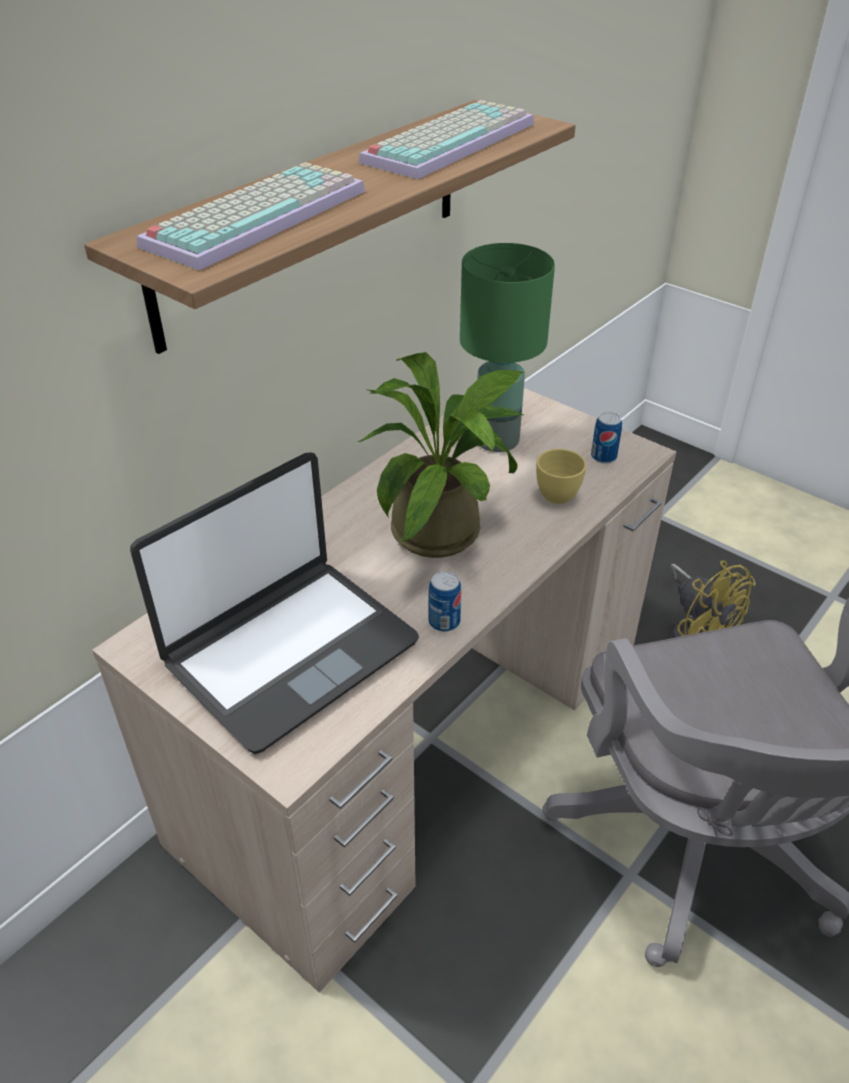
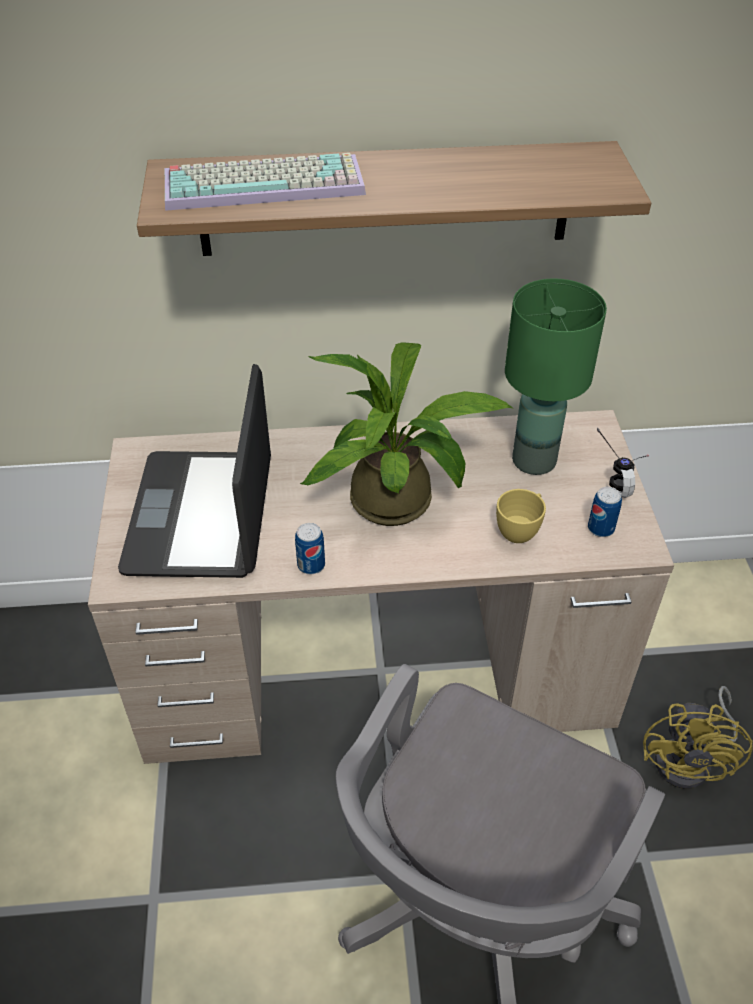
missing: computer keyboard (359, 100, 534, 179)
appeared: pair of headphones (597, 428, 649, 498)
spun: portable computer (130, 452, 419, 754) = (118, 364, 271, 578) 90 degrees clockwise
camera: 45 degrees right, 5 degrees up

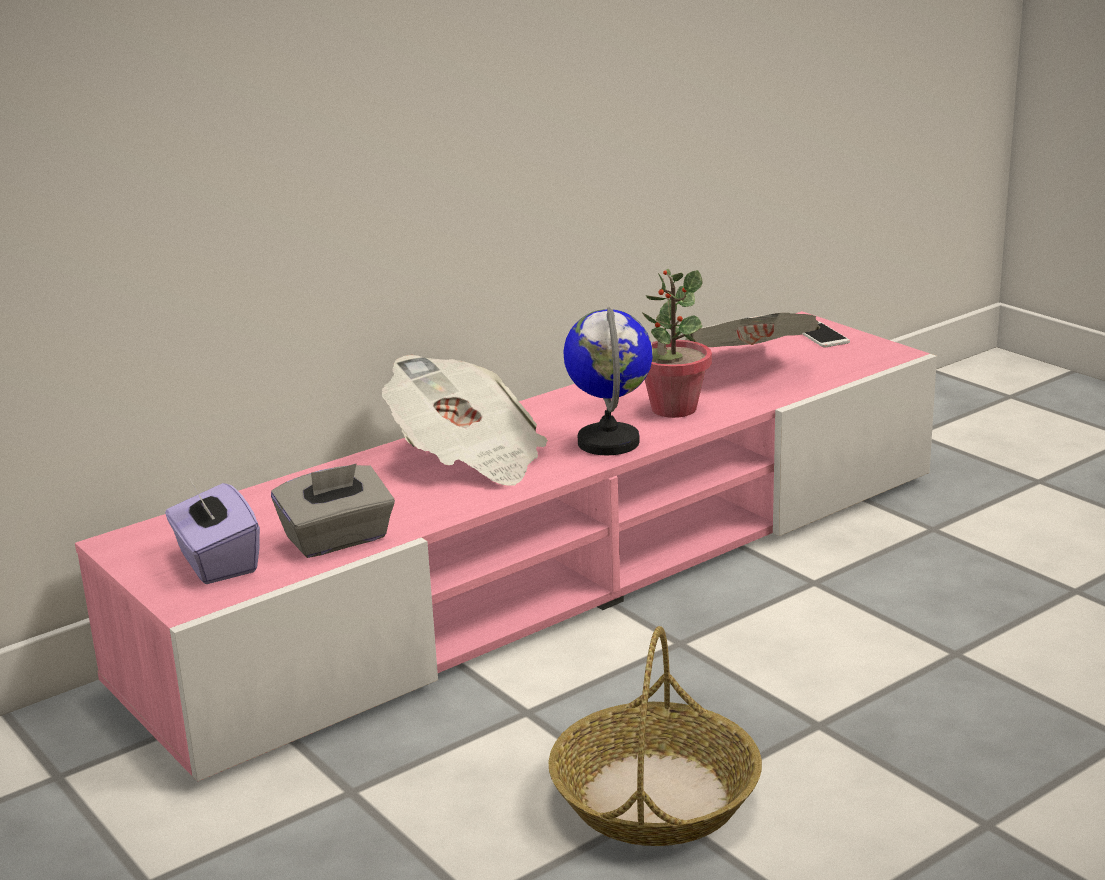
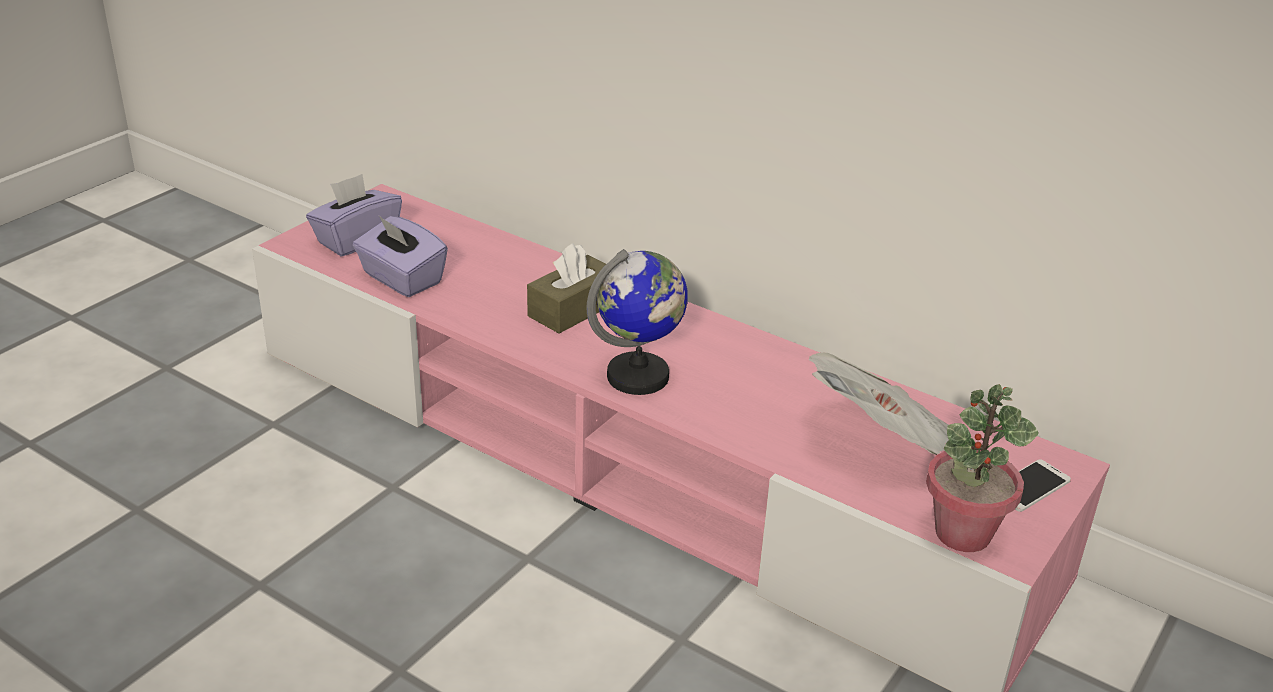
missing: household basket (548, 626, 762, 846)
relocated: potted plant (642, 269, 712, 418) to (926, 384, 1038, 552)
exchanged: printed paper (382, 355, 548, 486) to tissue box/brown-coloured (527, 243, 606, 334)
colour: tissue box/gray (271, 463, 395, 558) to tissue box/purple-coloured (353, 216, 448, 297)
camera: 70 degrees right, 10 degrees up

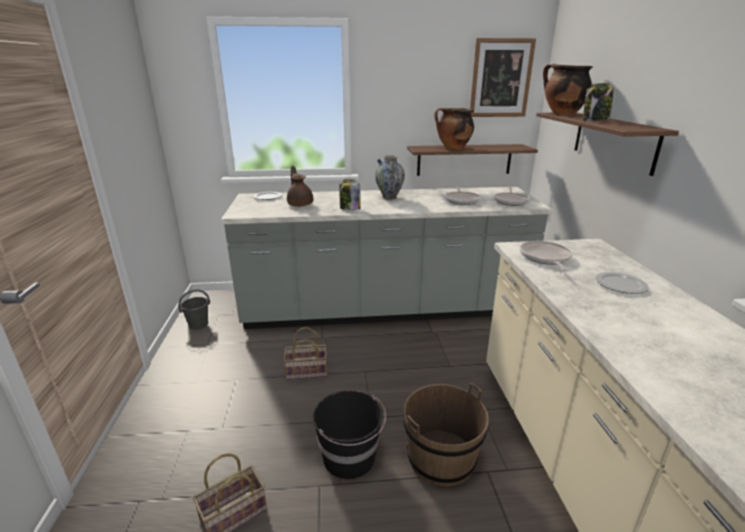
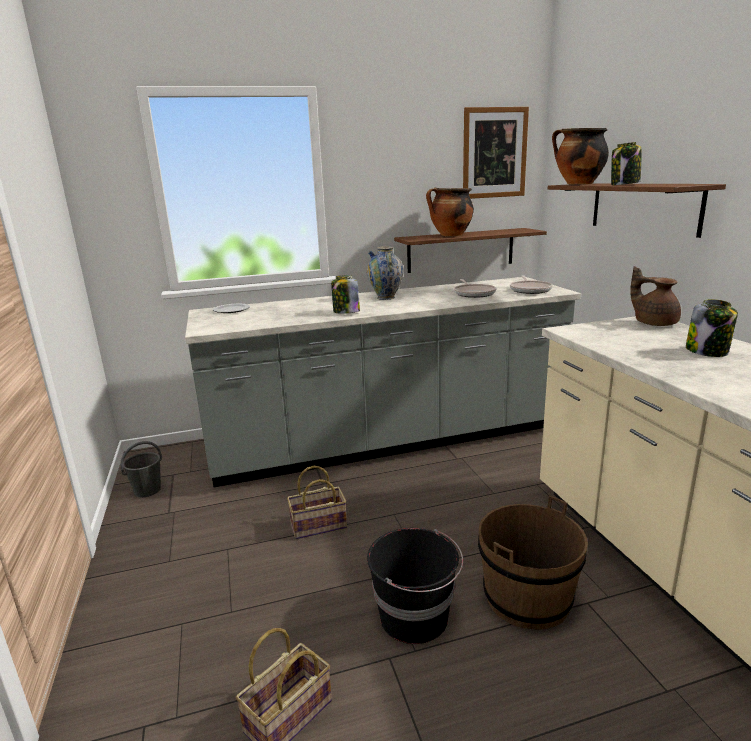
missing: pan (520, 241, 573, 270)
relocated: pot for tea/brown-coloured (287, 166, 313, 207) to (630, 266, 681, 326)
exchanged: dinner plate (595, 272, 649, 294) to jar (686, 299, 738, 357)
camera: 10 degrees left, 5 degrees down

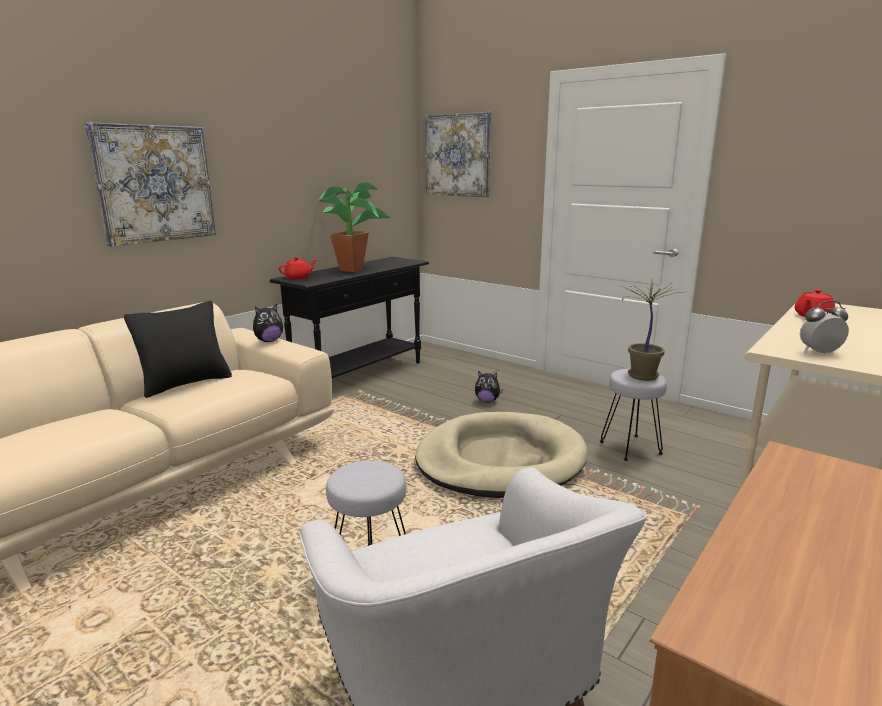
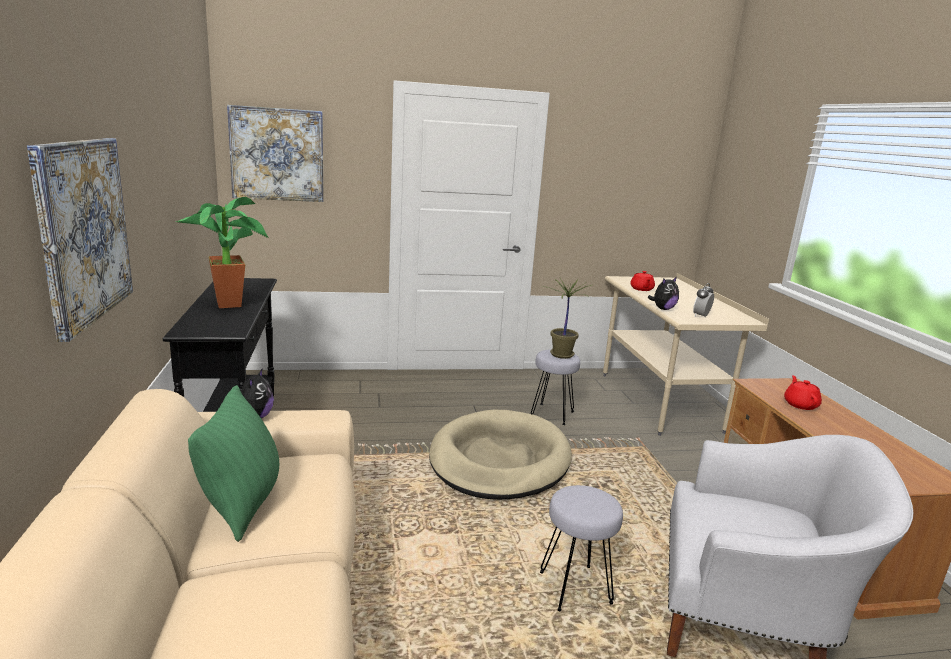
relocated: pot for tea/red (278, 257, 317, 279) to (784, 375, 822, 410); soft toy (475, 371, 503, 402) to (648, 277, 679, 310)
colour: cushion/blackish (124, 301, 232, 398) to cushion/green-coloured (188, 385, 279, 542)
camera: 50 degrees left, 0 degrees up

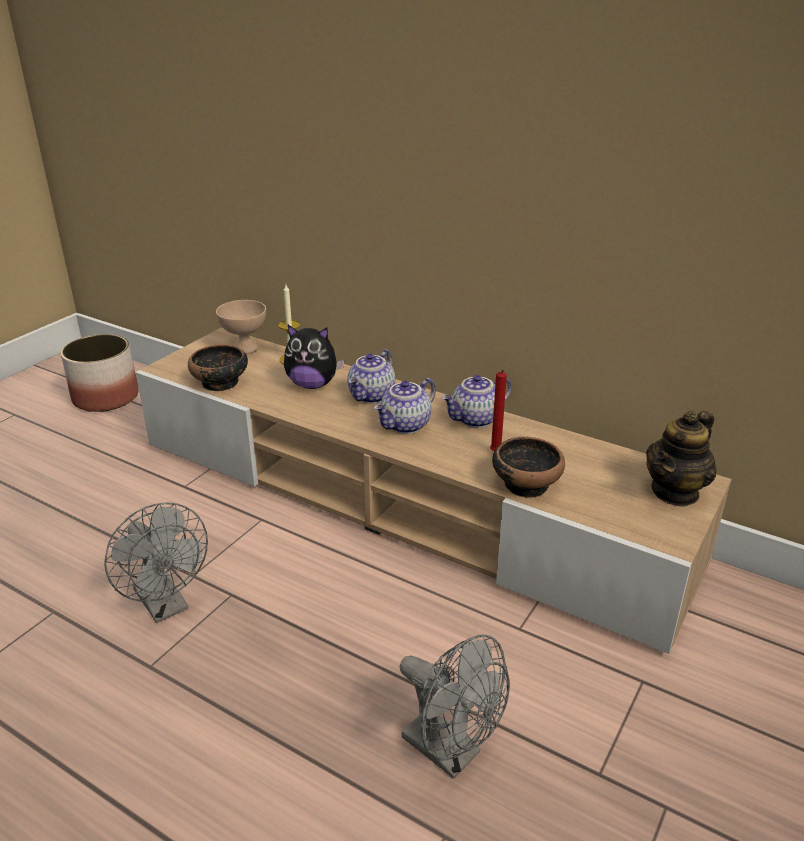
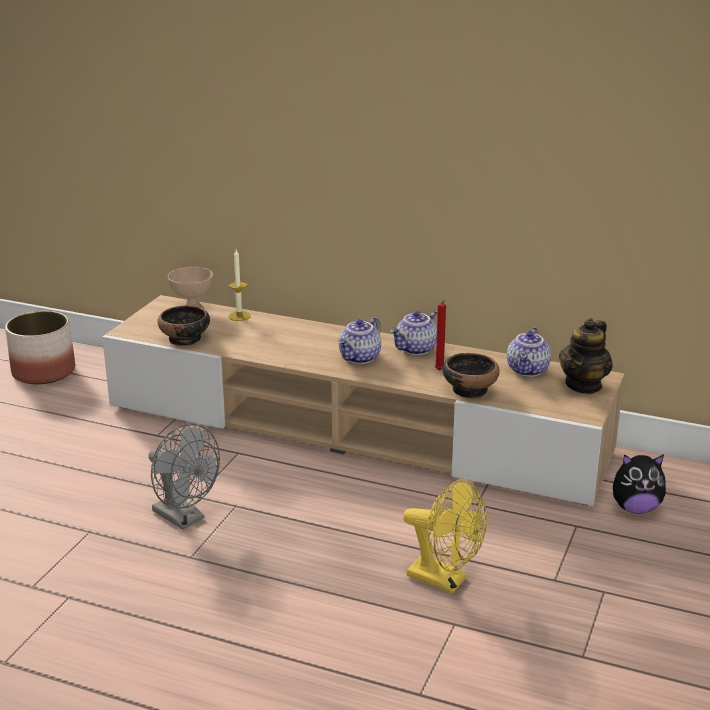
relocated: soft toy (284, 325, 345, 389) to (613, 454, 666, 514); pot for tea (347, 349, 395, 404) to (507, 327, 551, 377)
colour: electric fan/gray (399, 634, 510, 779) to electric fan/yellow (403, 479, 487, 593)
camera: 10 degrees left, 5 degrees down

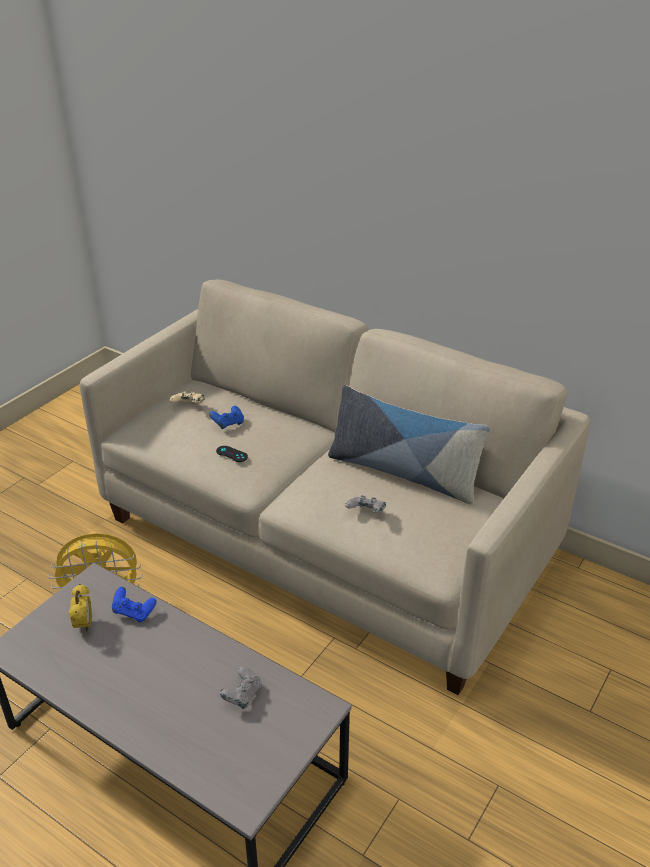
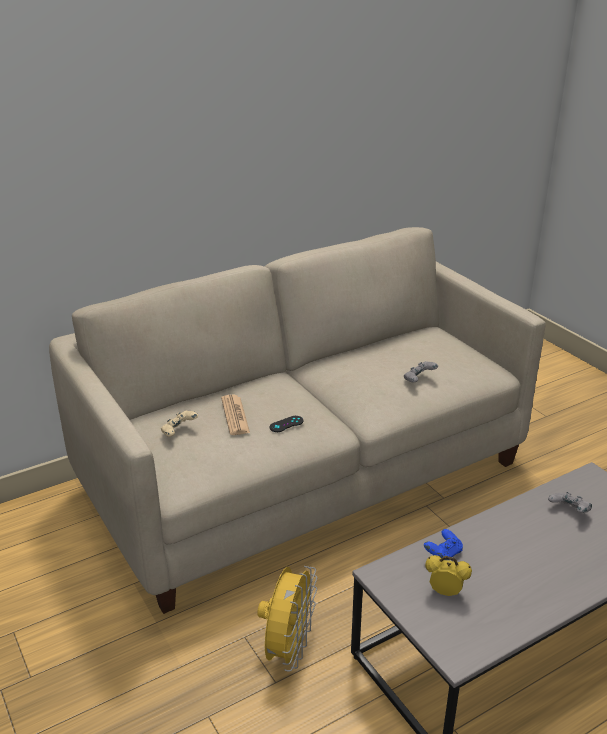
missing: cushion (328, 385, 490, 504)
exchanged: joypad/blue-coloured (209, 406, 244, 429) to printed paper (221, 395, 250, 435)
camera: 65 degrees left, 5 degrees down

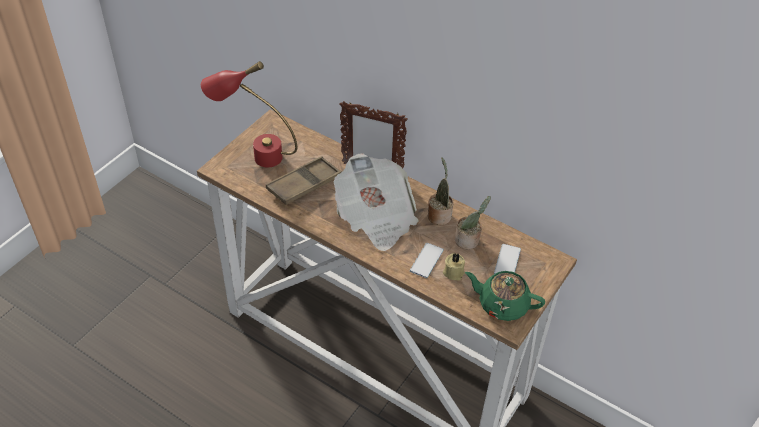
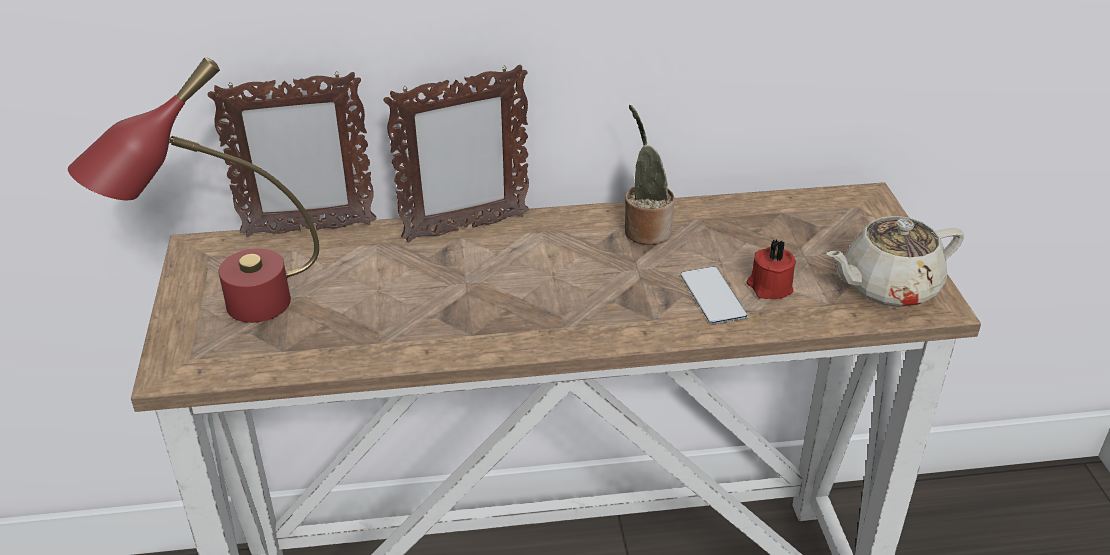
missing: printed paper (334, 153, 419, 251); carrying tray/brown-coloured (266, 156, 342, 205); potted plant (455, 196, 491, 250); phone (494, 244, 521, 274)
appeared: photo frame (208, 71, 376, 237)
colour: wax light/beige-coloured (443, 253, 465, 280) to wax light/red (746, 239, 796, 299); pot for tea/green-coloured (465, 271, 545, 321) to pot for tea/beige-coloured (826, 216, 964, 308)
camera: 40 degrees left, 10 degrees down

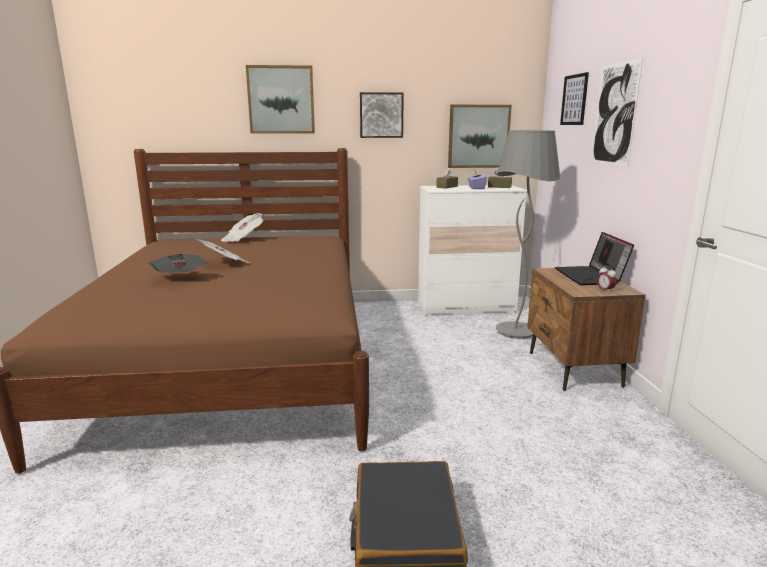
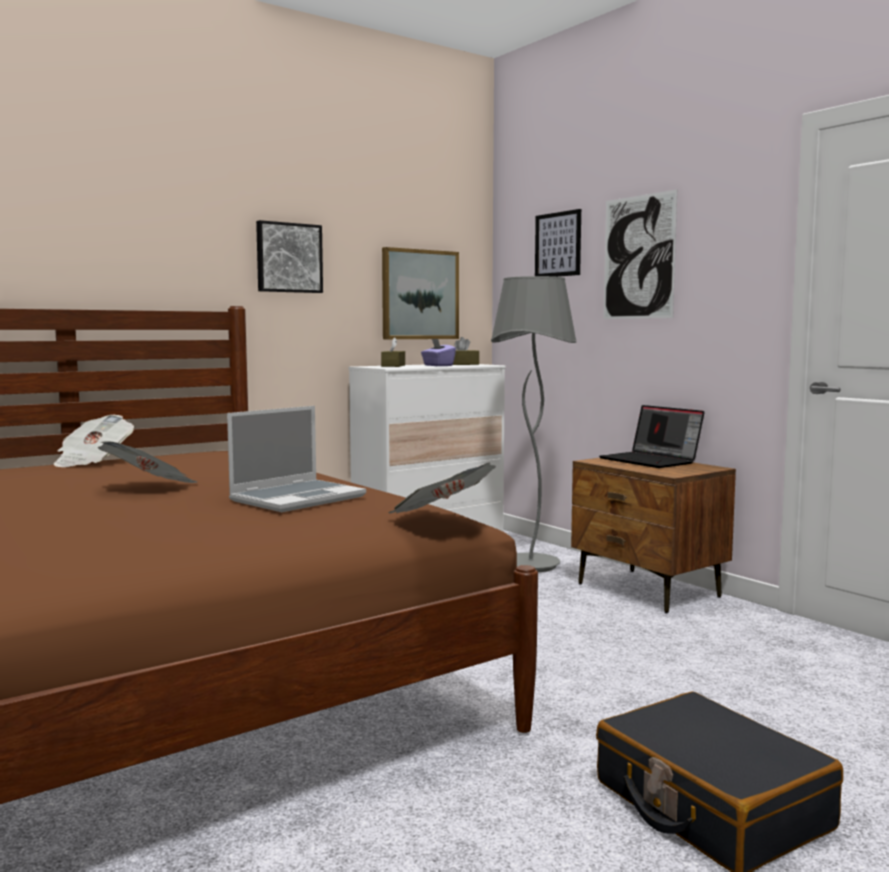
missing: picture (246, 65, 315, 134); bedside clock (597, 266, 617, 293)
appeared: portable computer (227, 406, 366, 512)
relocated: printed paper (148, 254, 207, 273) to (388, 463, 496, 514)
camera: 30 degrees left, 10 degrees down

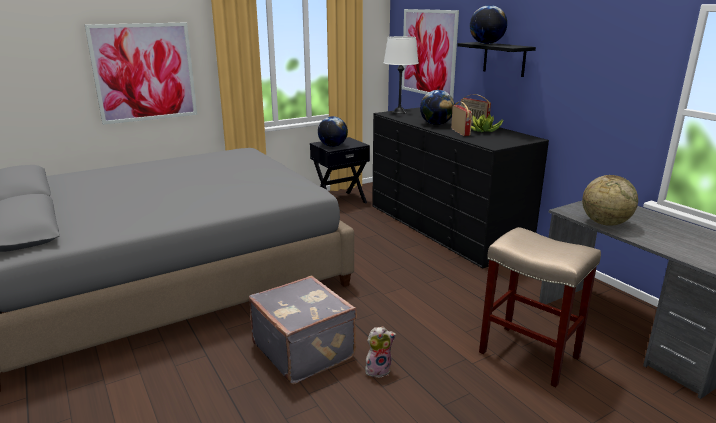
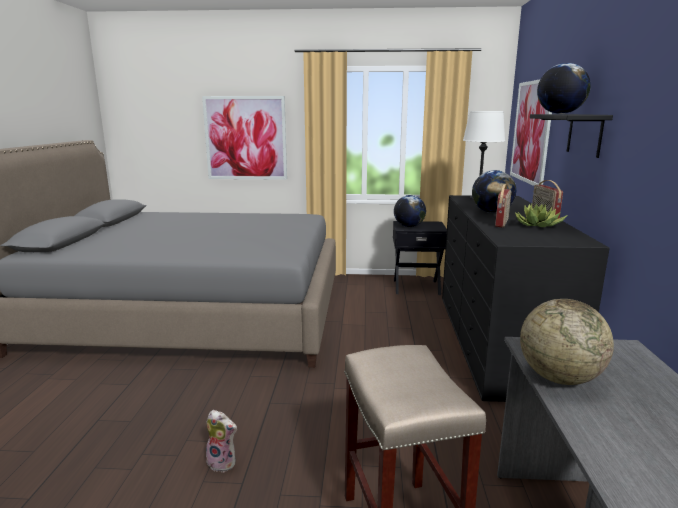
missing: travel case/gray (249, 276, 357, 384)
camera: 35 degrees right, 5 degrees down

